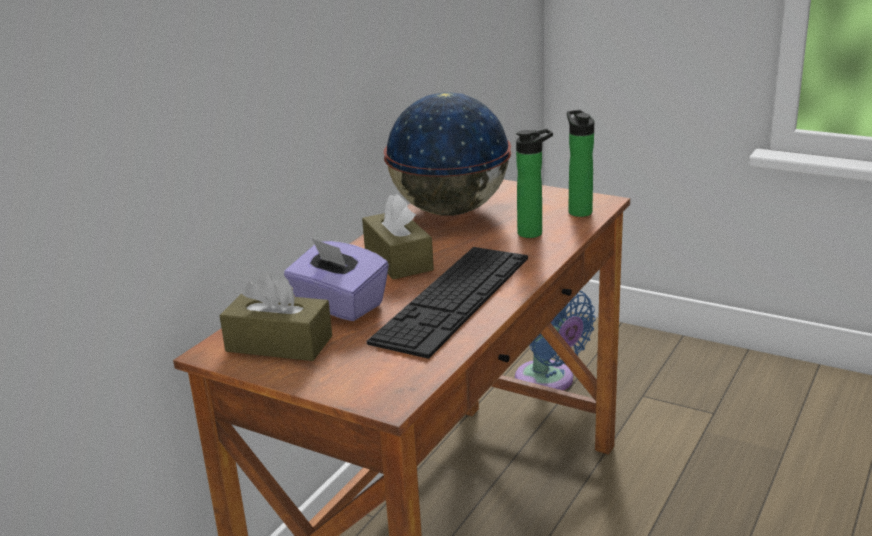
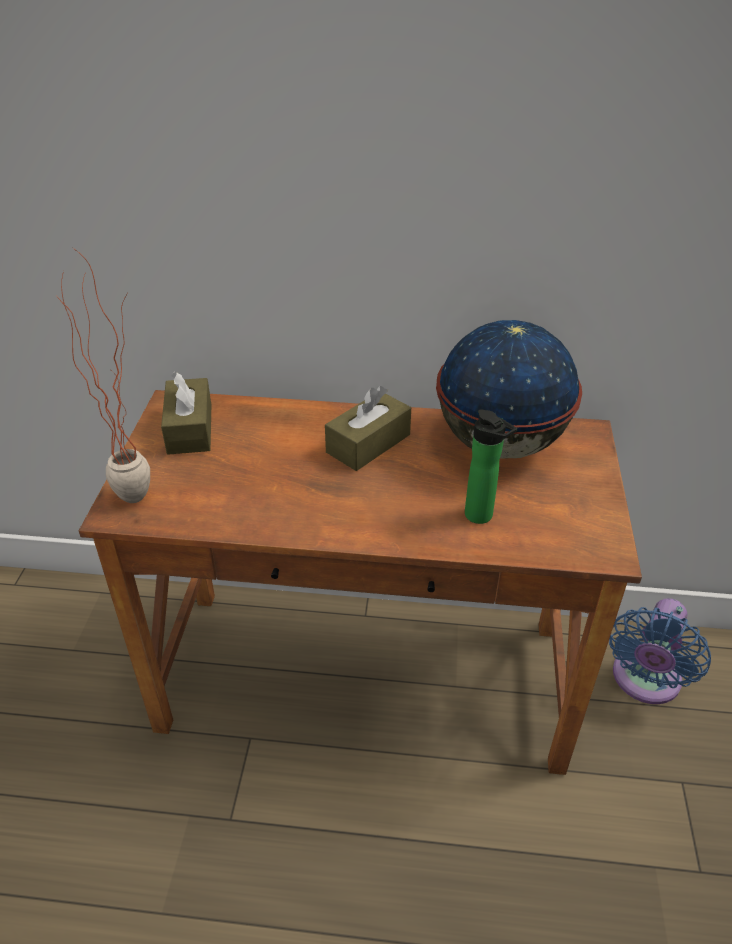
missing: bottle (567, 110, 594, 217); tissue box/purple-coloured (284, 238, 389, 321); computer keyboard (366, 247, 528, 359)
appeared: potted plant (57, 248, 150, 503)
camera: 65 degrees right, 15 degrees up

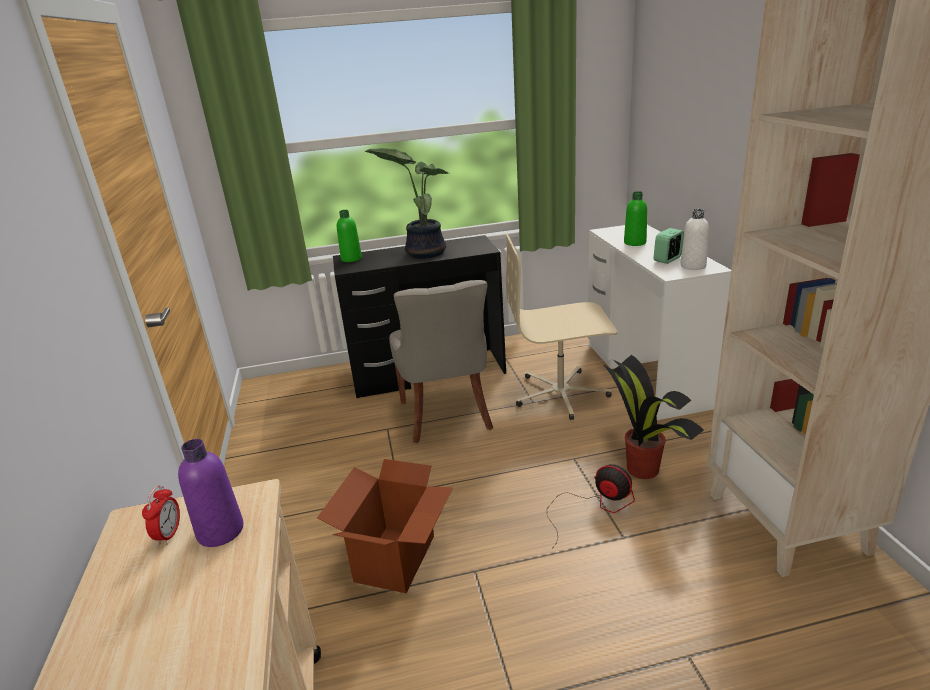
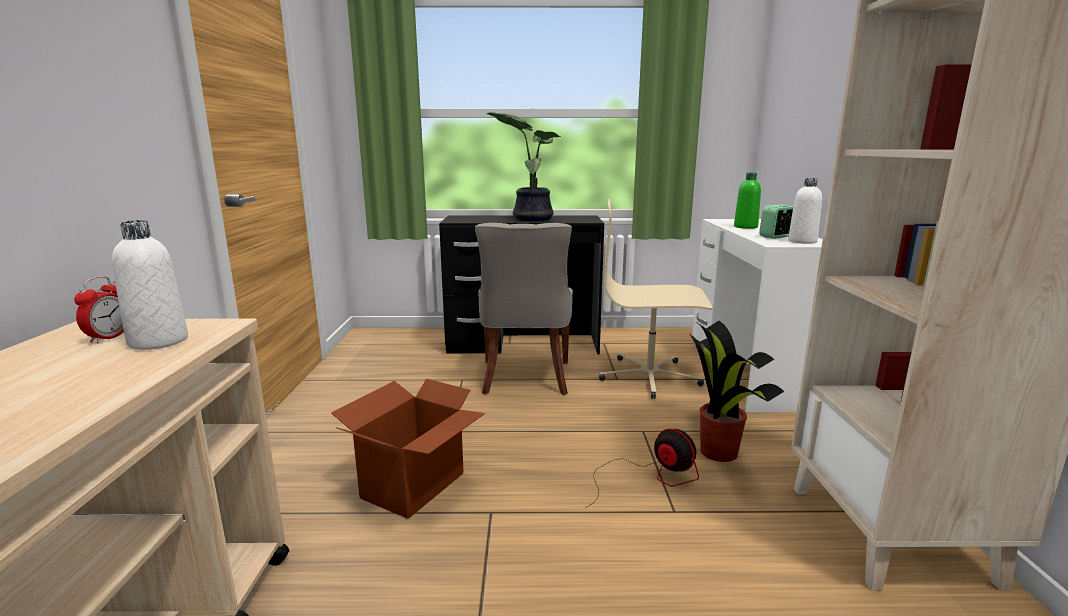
missing: bottle/green-coloured (337, 210, 362, 262)
colour: bottle/purple-coloured (178, 439, 243, 547) to bottle/white (112, 220, 188, 350)
camera: 10 degrees right, 10 degrees down

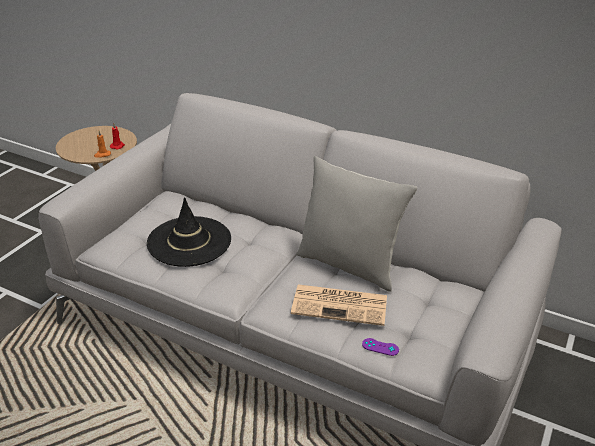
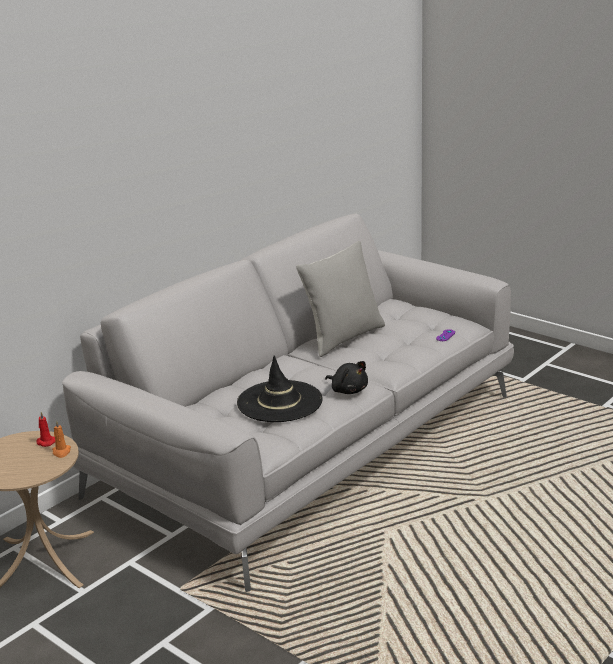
missing: printed paper (291, 284, 387, 326)
appeared: soft toy/blackish (325, 361, 368, 394)
camera: 75 degrees left, 10 degrees down

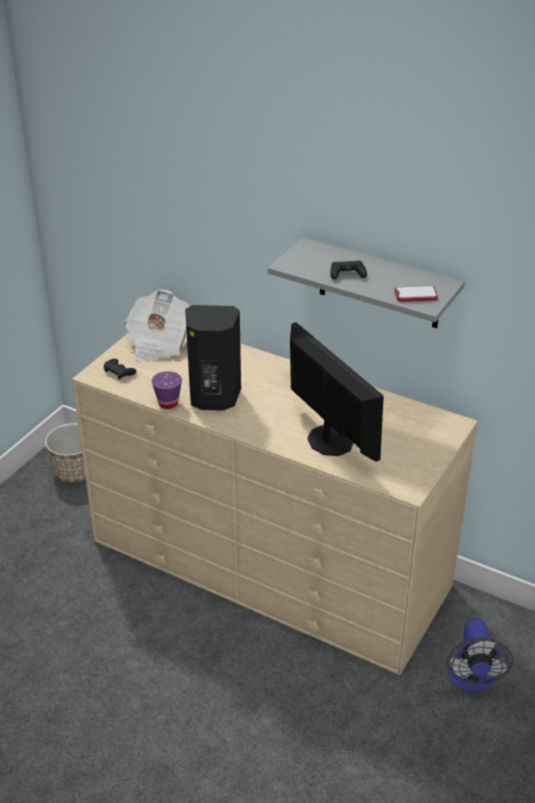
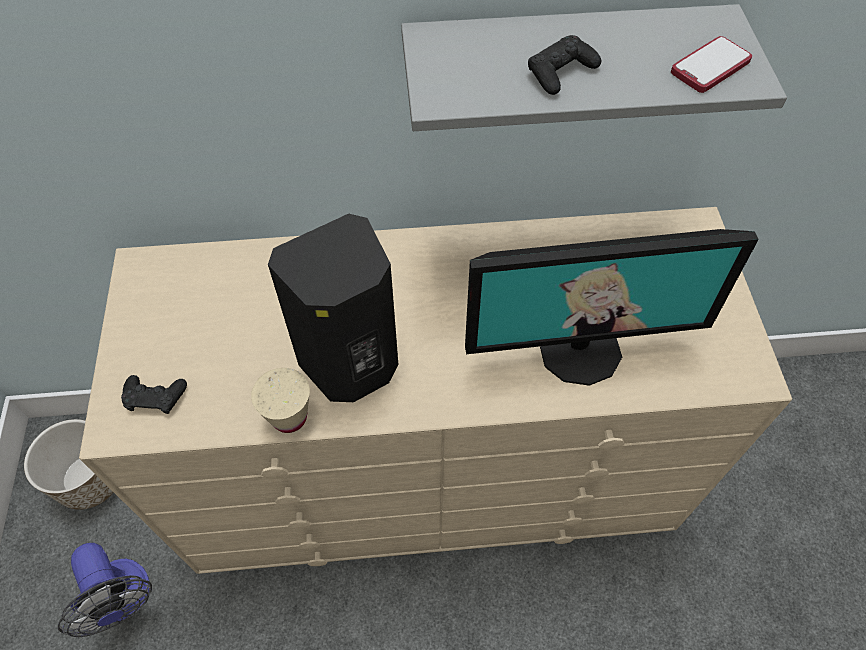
missing: printed paper (125, 290, 190, 362)
relocated: electric fan (447, 618, 514, 692) to (58, 543, 152, 637)
colour: small cup/purple-coloured (152, 371, 182, 409) to small cup/beige-coloured (251, 368, 310, 433)
spun: computer display (290, 322, 384, 462) = (465, 229, 759, 386) 150 degrees clockwise
camera: 35 degrees left, 20 degrees up

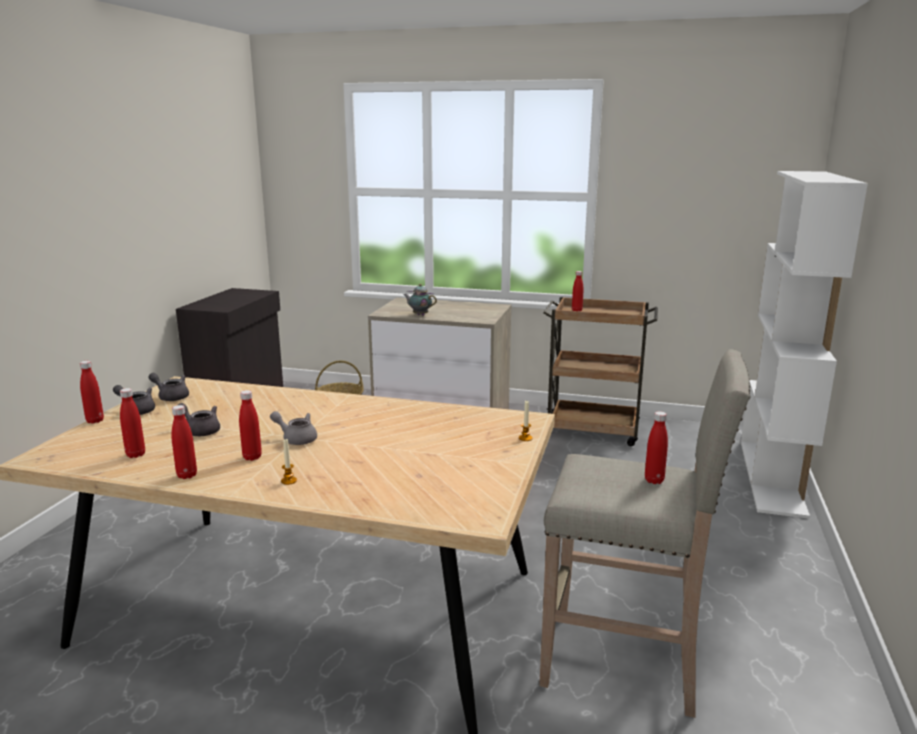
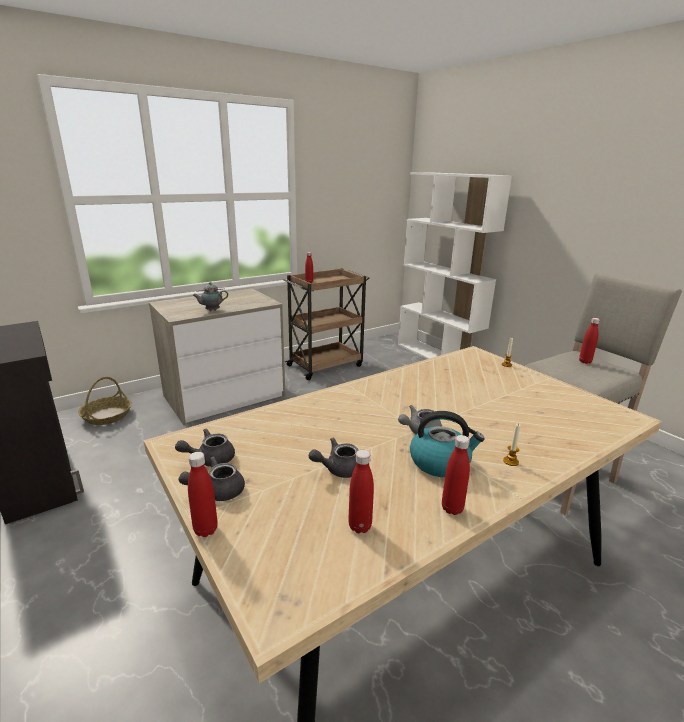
exchanged: bottle/red (239, 390, 262, 461) to water kettle (410, 411, 485, 477)
camera: 50 degrees left, 5 degrees up

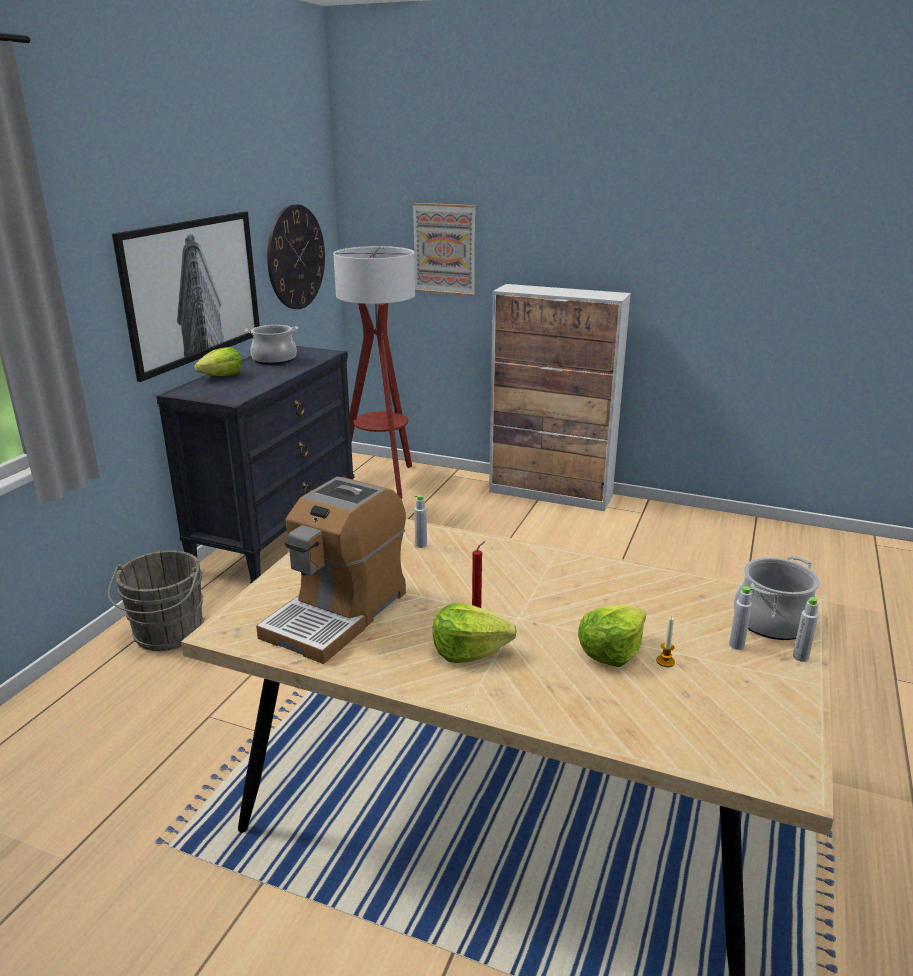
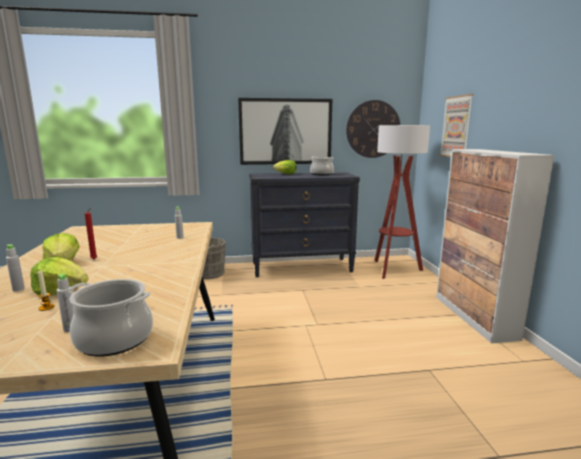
missing: coffee machine (256, 477, 406, 664)
relocated: bottle/gray (793, 597, 818, 662) to (6, 244, 25, 292)
camera: 60 degrees right, 10 degrees down

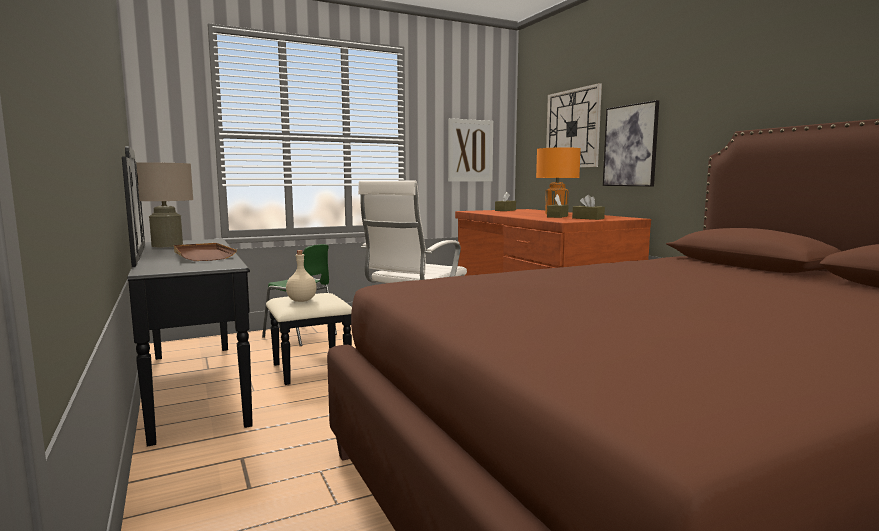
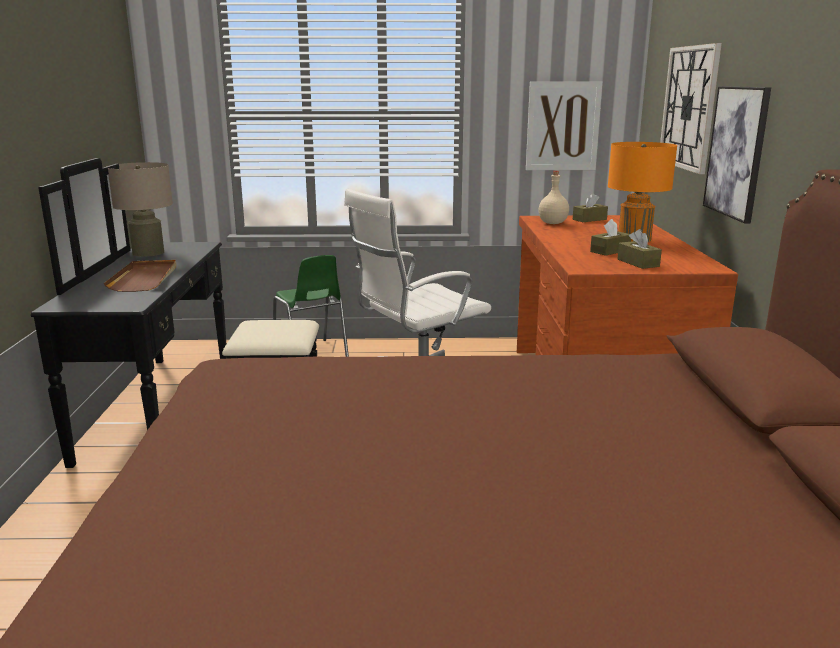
relocated: bottle/beige-coloured (286, 250, 317, 302) to (539, 171, 569, 224)
camera: 25 degrees right, 10 degrees up

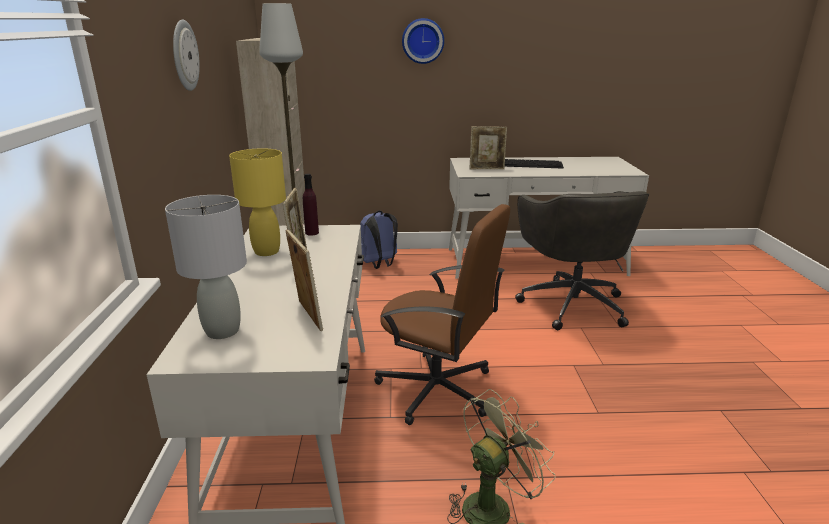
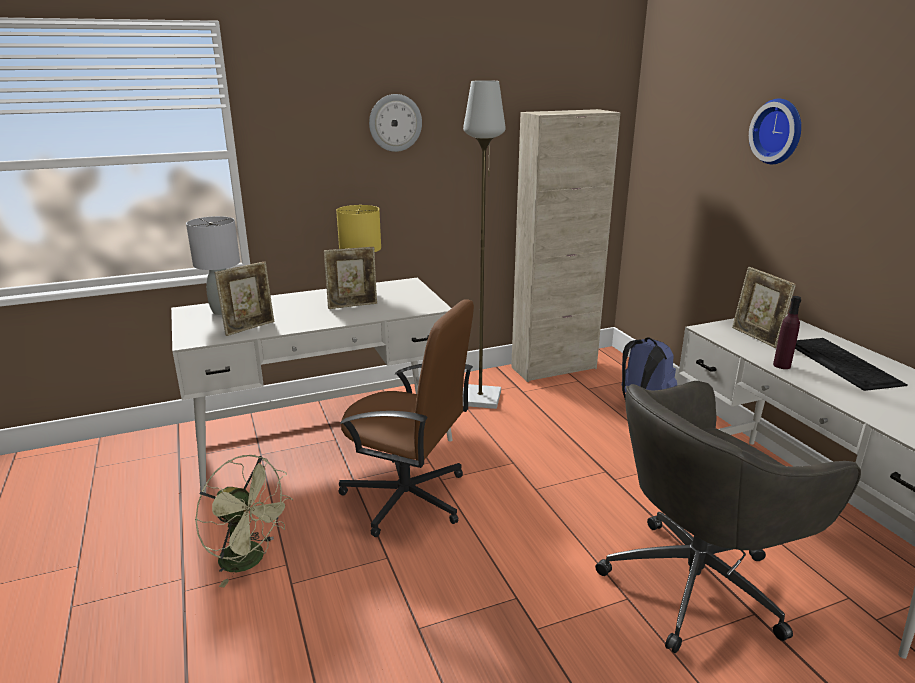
relocated: bottle/purple-coloured (303, 173, 319, 236) to (773, 296, 801, 369)
spun: office chair/brown-coloured (374, 204, 510, 425) = (338, 299, 474, 537) 75 degrees counterclockwise
camera: 70 degrees right, 0 degrees up

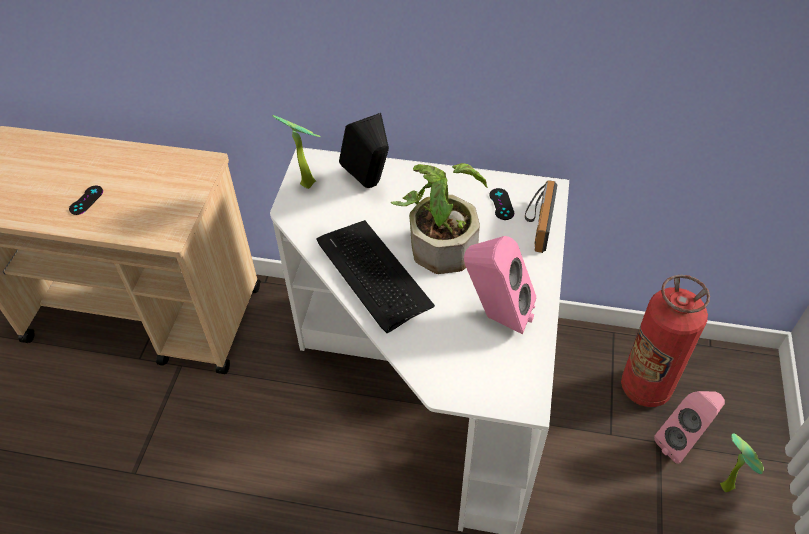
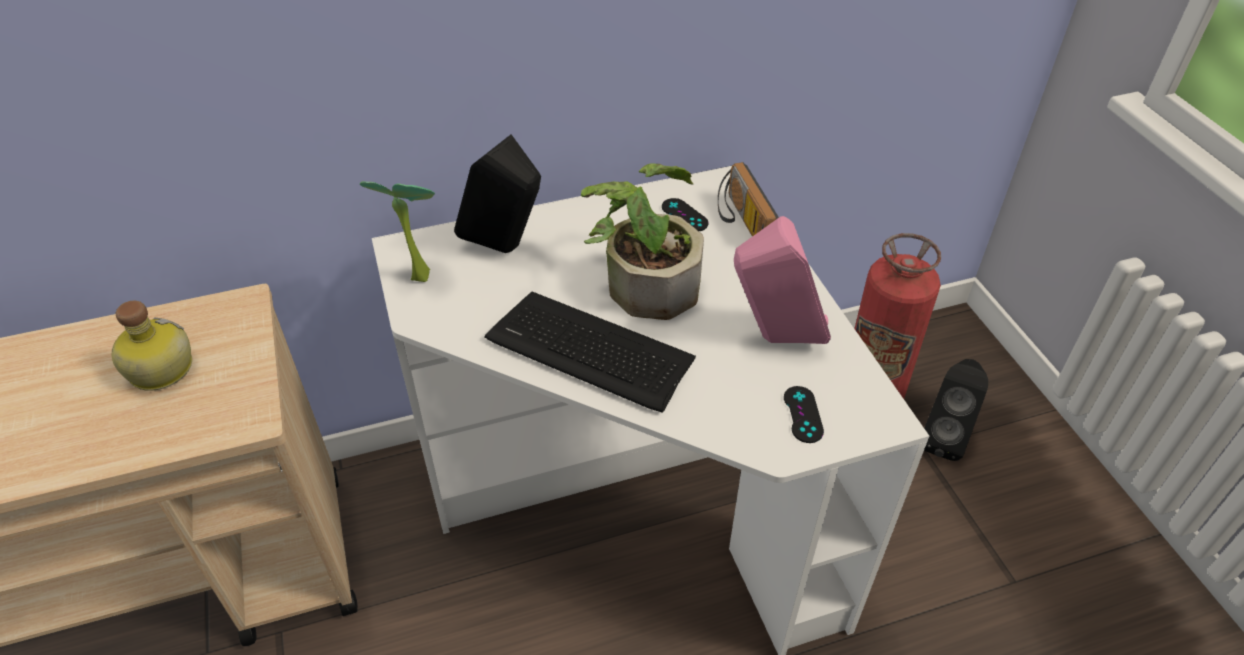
missing: potted plant (720, 433, 764, 492)
appeared: bottle (112, 300, 192, 391)
relocated: joypad/blackish (69, 186, 103, 215) to (784, 386, 824, 443)
colour: speaker/pink (654, 391, 725, 464) to speaker/blackish (924, 359, 988, 461)
camera: 30 degrees left, 5 degrees down

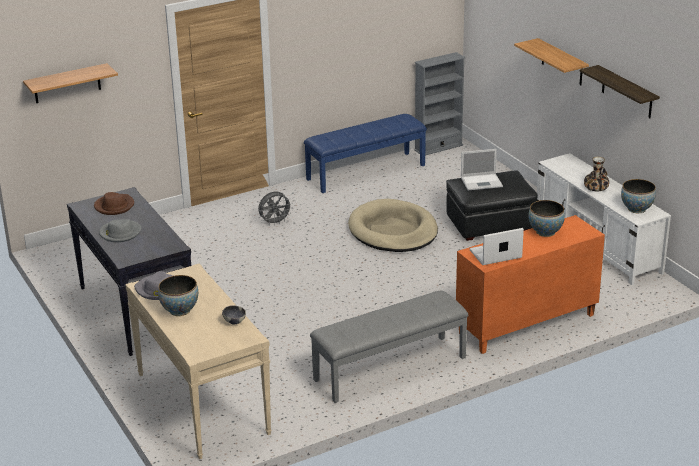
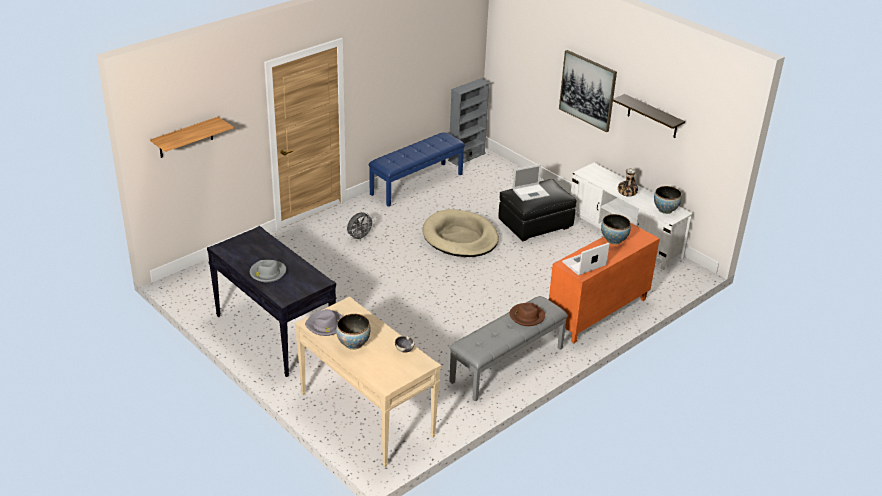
relocated: clothing hat/brown-coloured (94, 192, 134, 215) to (510, 303, 545, 326)
exchanged: bracket shelf (514, 38, 589, 85) to picture (559, 50, 617, 132)
camera: 15 degrees left, 5 degrees up

